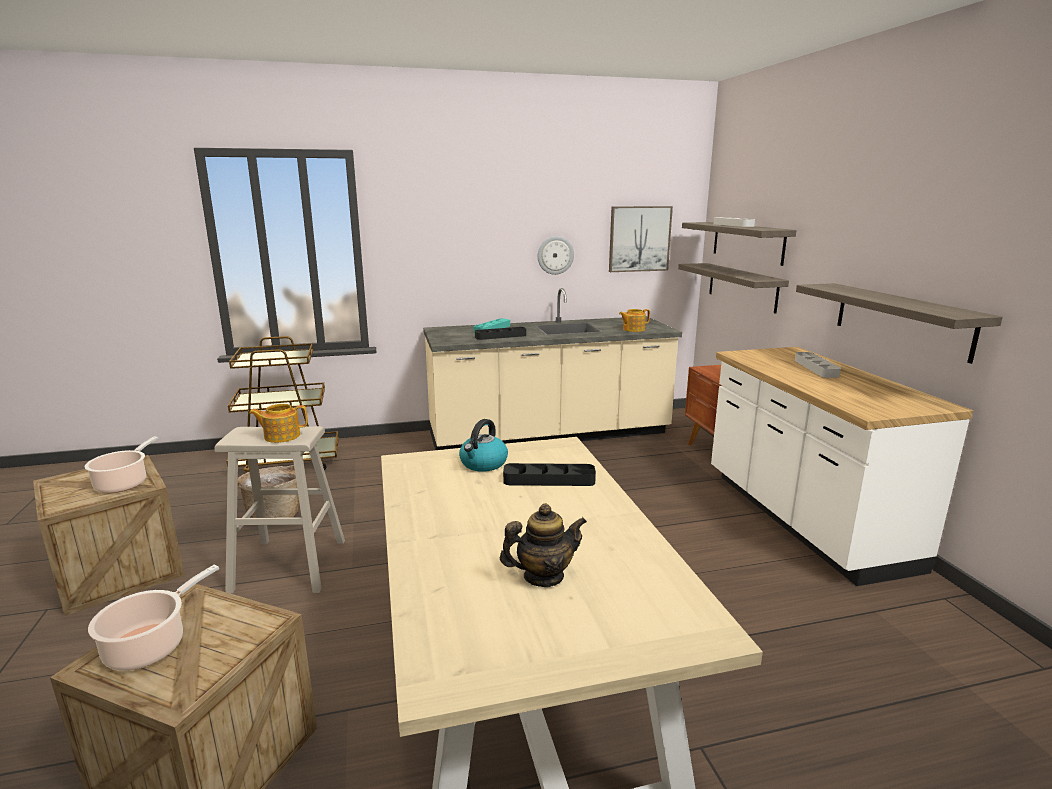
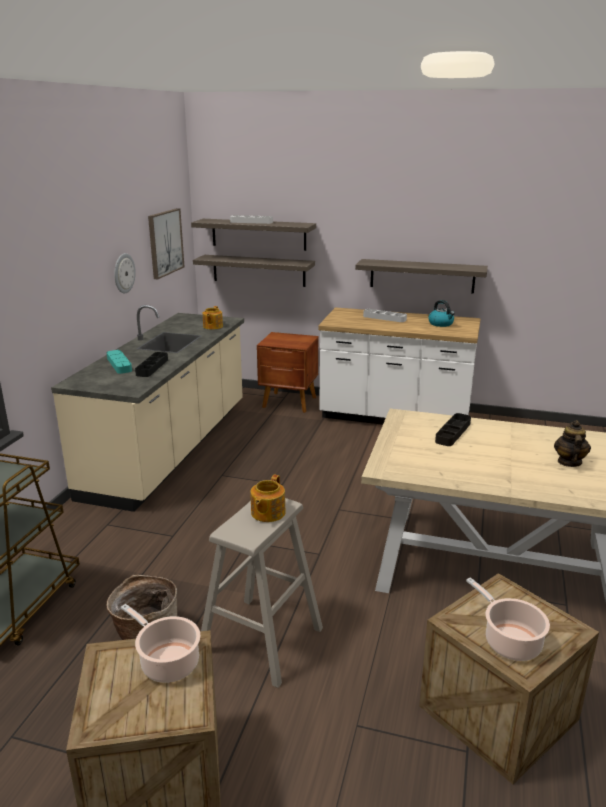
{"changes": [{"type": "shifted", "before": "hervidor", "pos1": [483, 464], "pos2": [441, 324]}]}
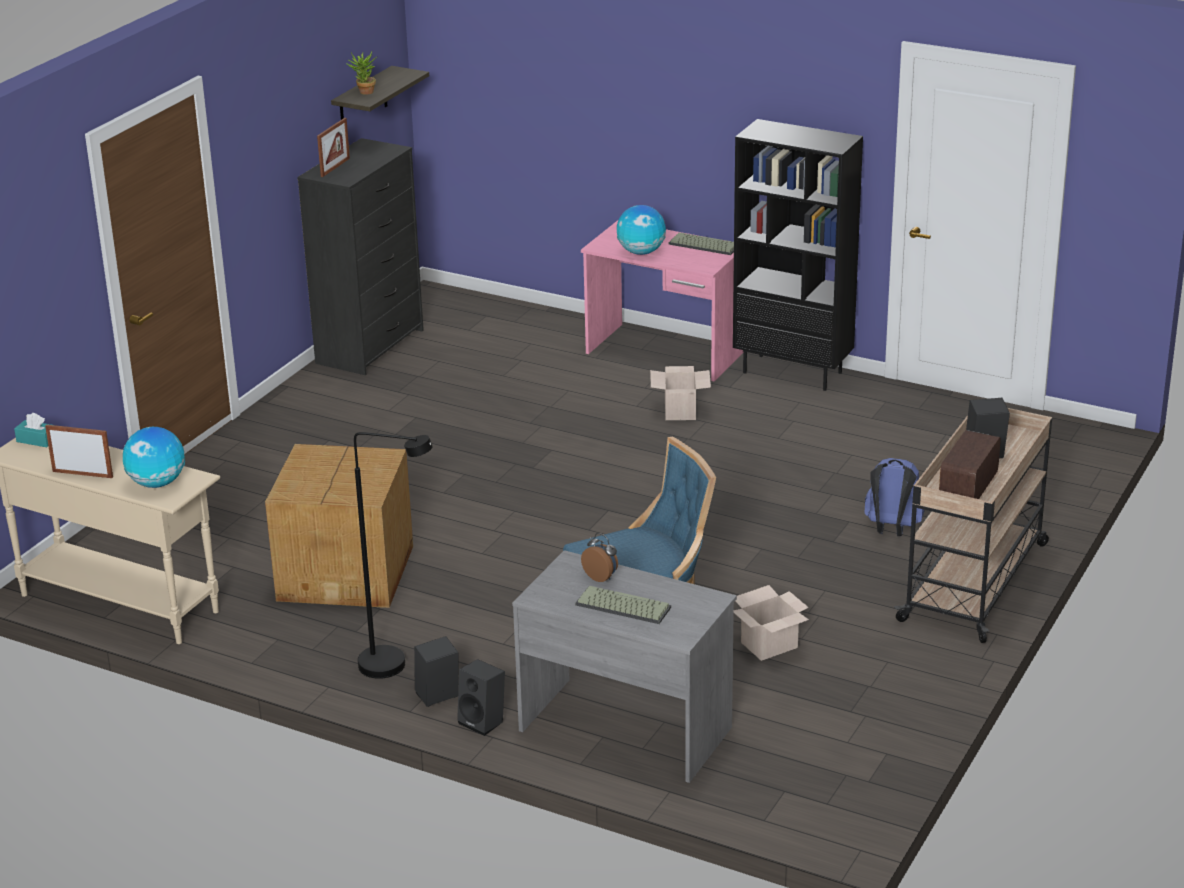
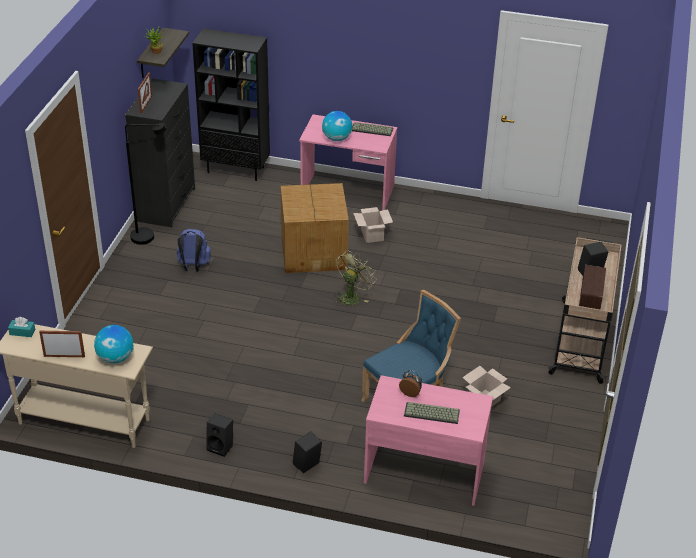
{"changes": [{"type": "shifted", "before": "caja de cartón", "pos1": [348, 572], "pos2": [314, 251]}, {"type": "shifted", "before": "lámpara de pie (negro)", "pos1": [395, 665], "pos2": [149, 237]}, {"type": "shifted", "before": "altavoz (negro)", "pos1": [484, 721], "pos2": [221, 447]}, {"type": "repainted", "before": "escritorio (gris)", "after": "escritorio (rosa)", "pos1": [625, 727], "pos2": [424, 471]}, {"type": "shifted", "before": "estantería (negro)", "pos1": [793, 372], "pos2": [236, 169]}, {"type": "shifted", "before": "mochila (azul)", "pos1": [892, 529], "pos2": [193, 266]}, {"type": "new", "after": "ventilador (verde)", "pos2": [352, 296]}]}
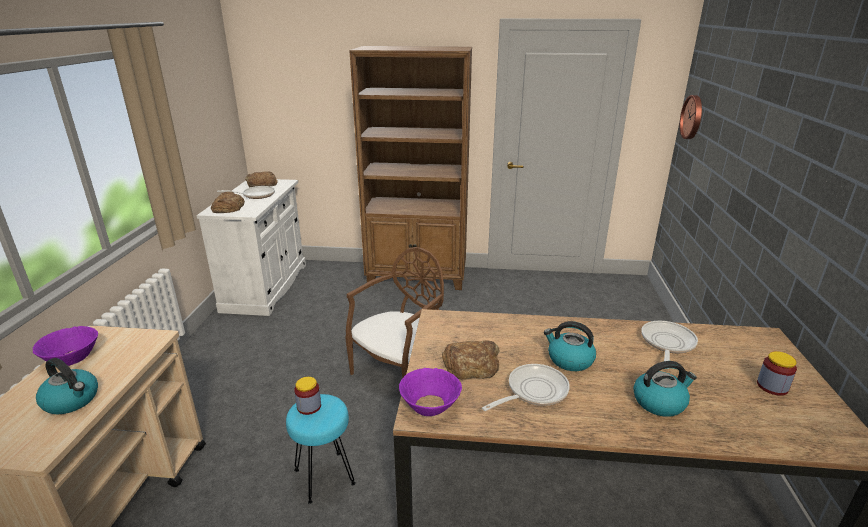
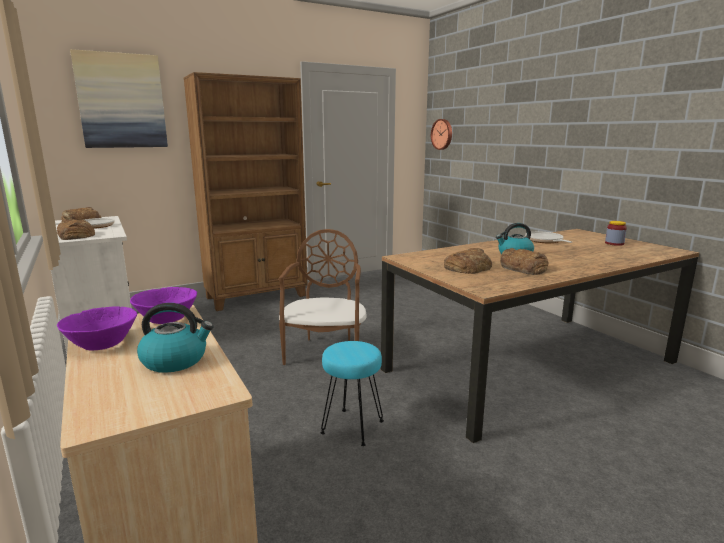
{"changes": [{"type": "gone", "before": "tarro", "pos1": [309, 406]}, {"type": "shifted", "before": "cuenco (morado)", "pos1": [430, 405], "pos2": [167, 318]}, {"type": "swapped", "before": "sartén", "after": "pan", "pos1": [533, 391], "pos2": [523, 268]}, {"type": "gone", "before": "hervidor", "pos1": [659, 402]}, {"type": "new", "after": "cuadro", "pos2": [121, 101]}]}
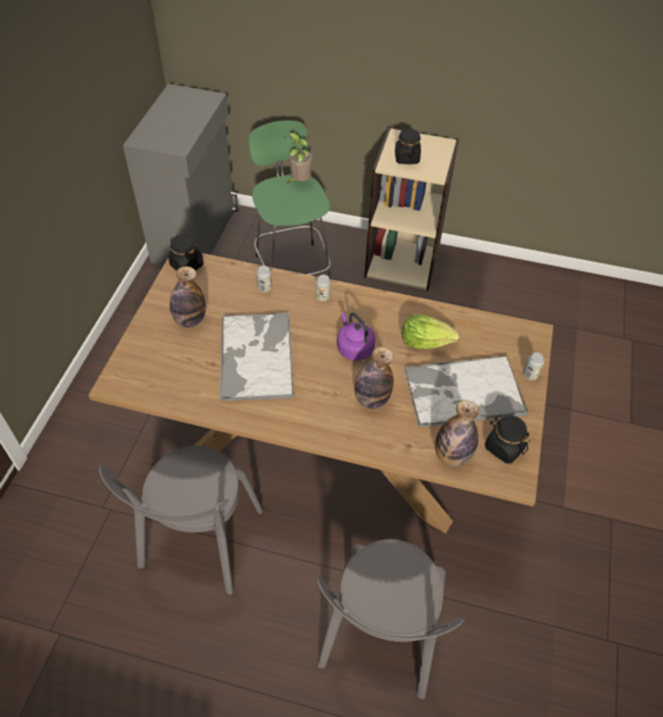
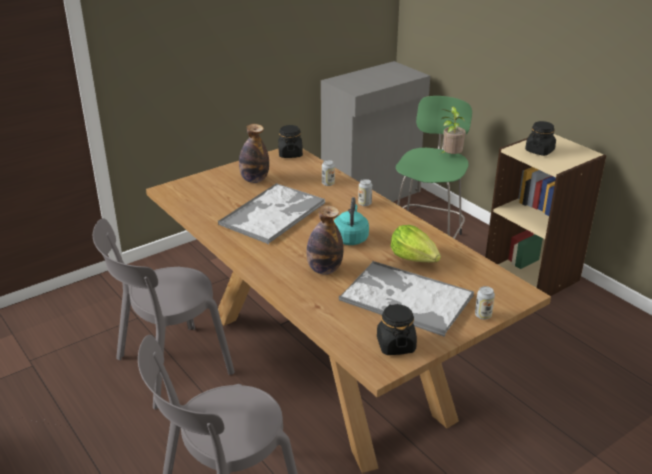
{"changes": [{"type": "repainted", "before": "hervidor (morado)", "after": "hervidor (turquesa)", "pos1": [354, 348], "pos2": [350, 238]}, {"type": "gone", "before": "botella", "pos1": [452, 456]}]}
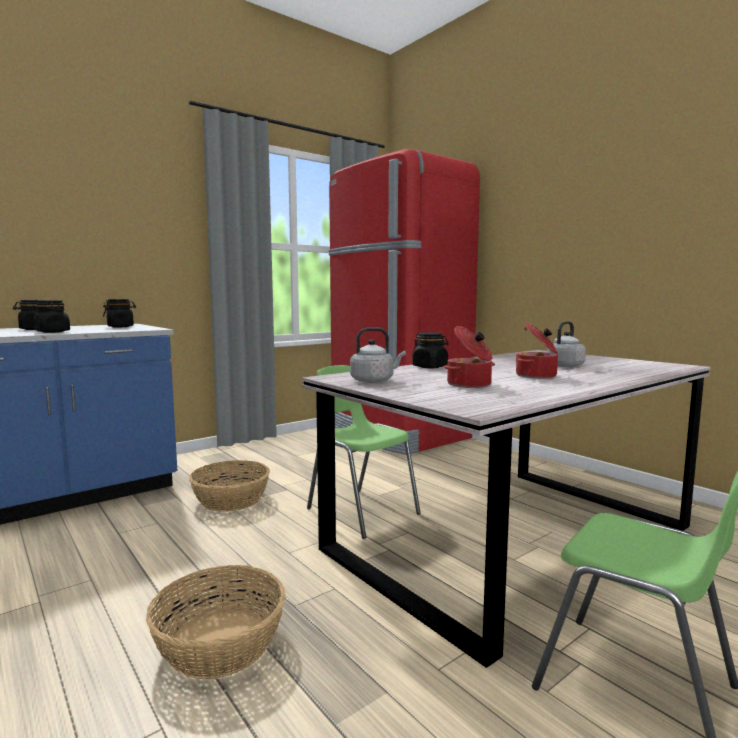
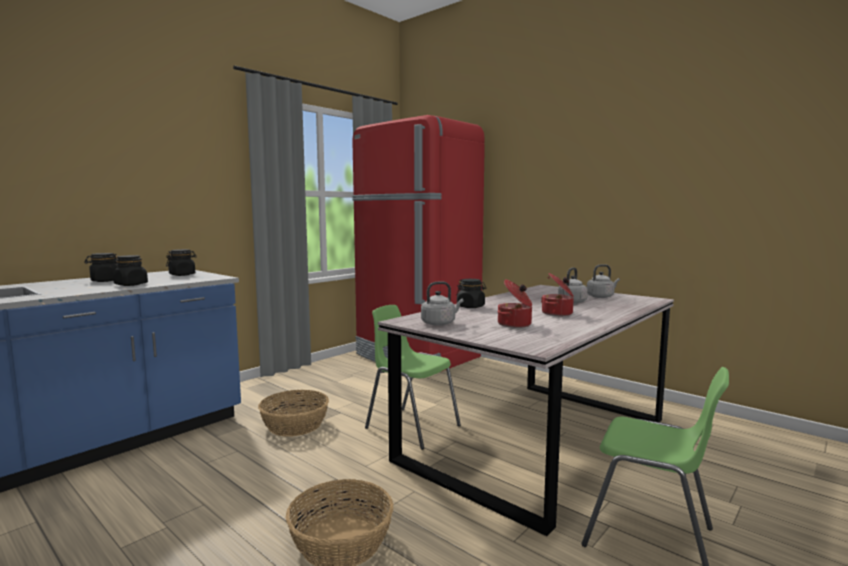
{"changes": [{"type": "new", "after": "hervidor (gris)", "pos2": [601, 296]}]}
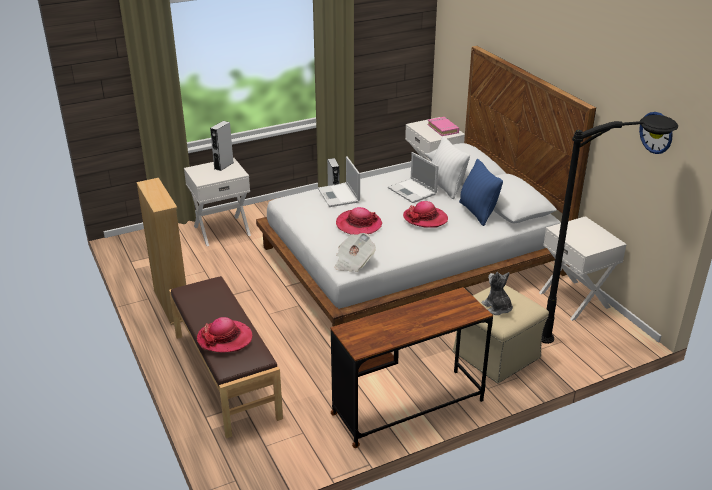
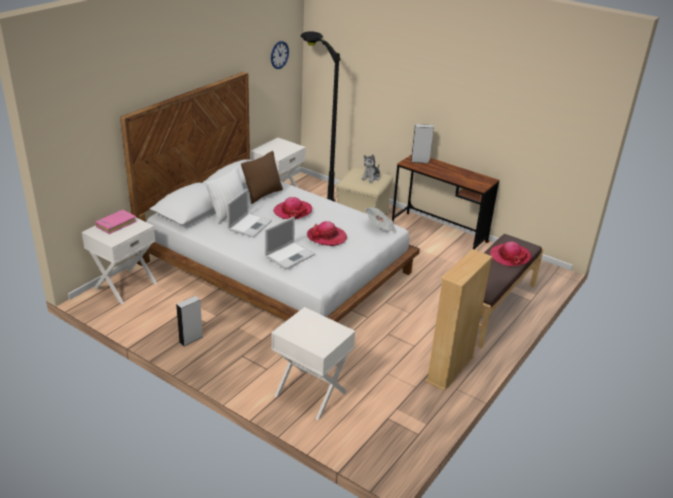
{"changes": [{"type": "shifted", "before": "altavoz (gris)", "pos1": [223, 165], "pos2": [420, 161]}, {"type": "repainted", "before": "cojín (azul)", "after": "cojín (marrón)", "pos1": [477, 212], "pos2": [263, 194]}]}
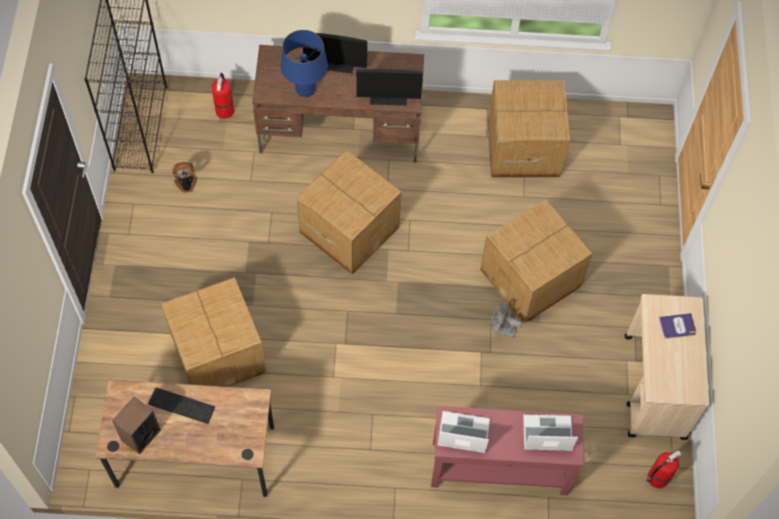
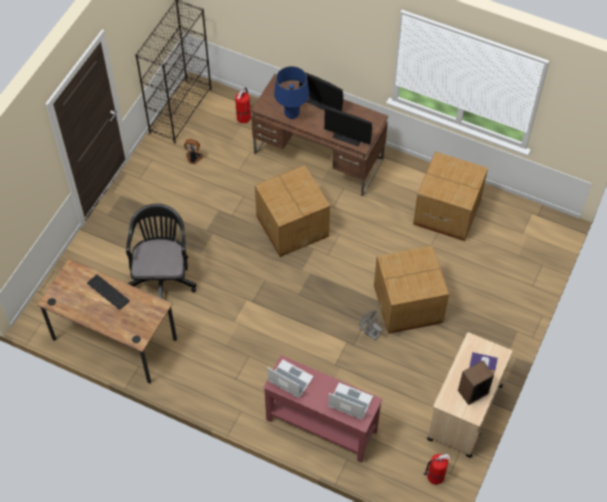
{"changes": [{"type": "shifted", "before": "altavoz", "pos1": [140, 435], "pos2": [472, 392]}, {"type": "swapped", "before": "caja de cartón", "after": "silla de oficina (negro)", "pos1": [219, 352], "pos2": [163, 276]}]}
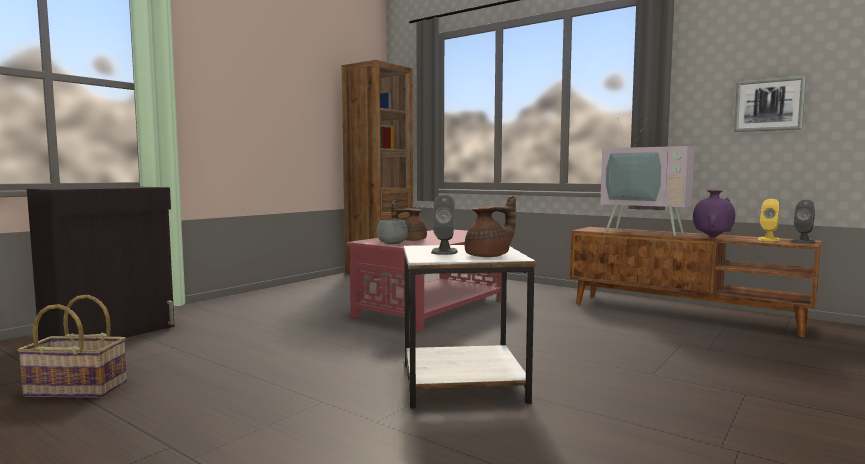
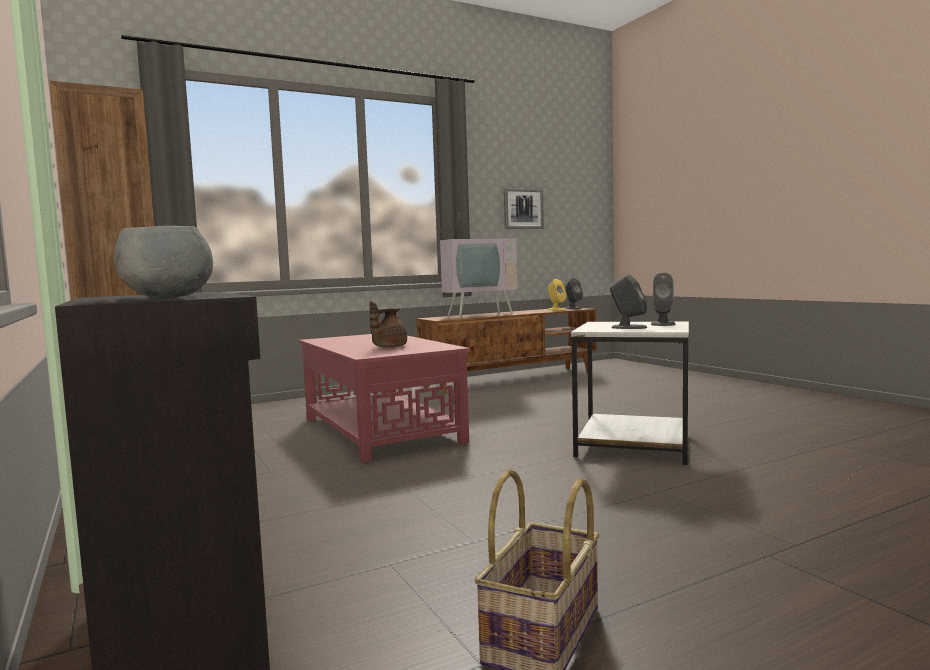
{"changes": [{"type": "shifted", "before": "cuenco (gris)", "pos1": [392, 243], "pos2": [168, 297]}, {"type": "swapped", "before": "tetera (marrón)", "after": "altavoz (gris)", "pos1": [489, 256], "pos2": [663, 324]}, {"type": "gone", "before": "florero (morado)", "pos1": [712, 237]}]}
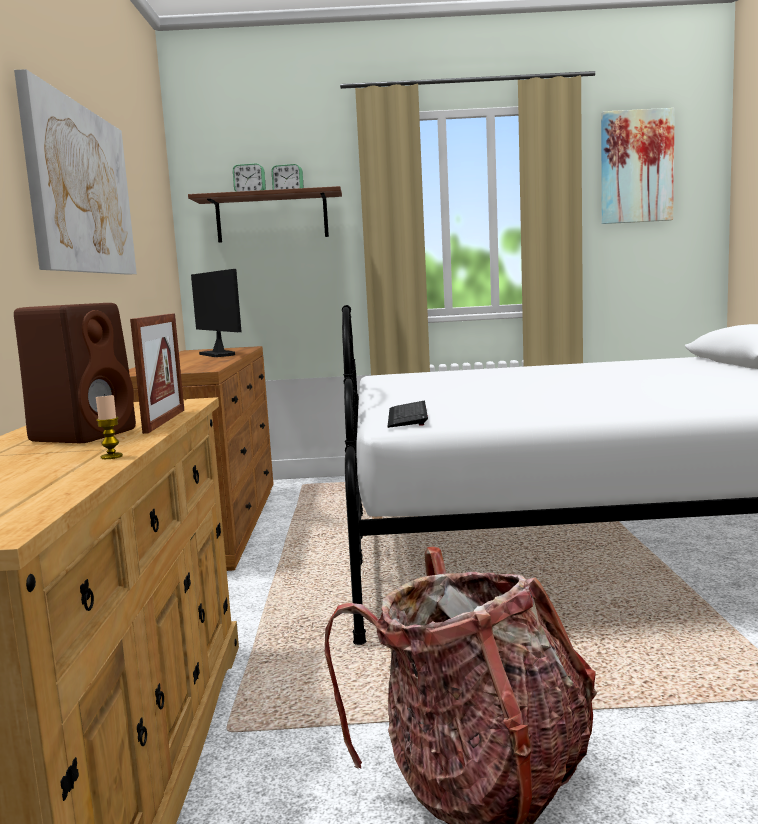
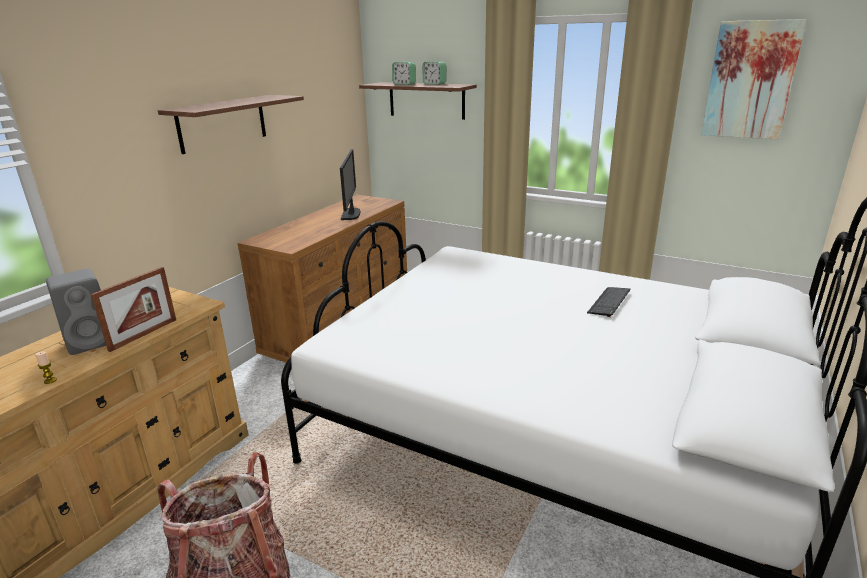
{"changes": [{"type": "swapped", "before": "cuadro", "after": "estante", "pos1": [81, 190], "pos2": [222, 123]}, {"type": "repainted", "before": "altavoz (marrón)", "after": "altavoz (gris)", "pos1": [85, 435], "pos2": [93, 341]}, {"type": "shifted", "before": "teclado", "pos1": [407, 417], "pos2": [609, 302]}]}
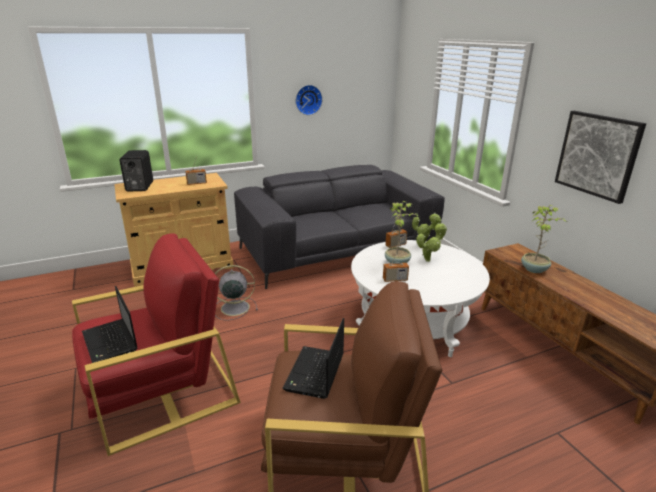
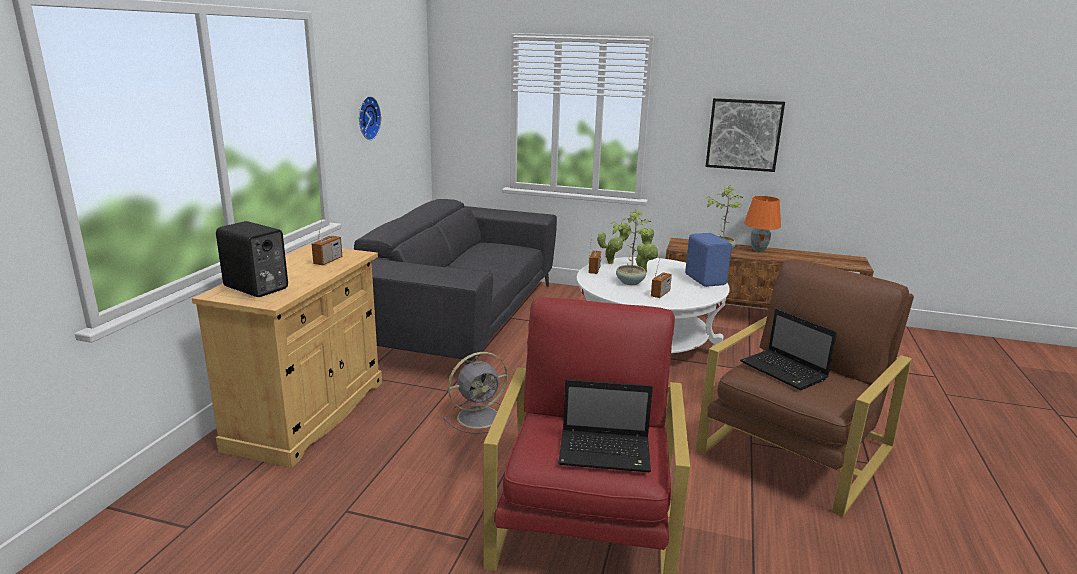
{"changes": [{"type": "rotated", "before": "ventilador (gris)", "pos1": [233, 308], "pos2": [480, 416], "turn": -150}, {"type": "new", "after": "altavoz (azul)", "pos2": [706, 279]}, {"type": "new", "after": "lámpara de mesa (naranja)", "pos2": [758, 249]}]}
